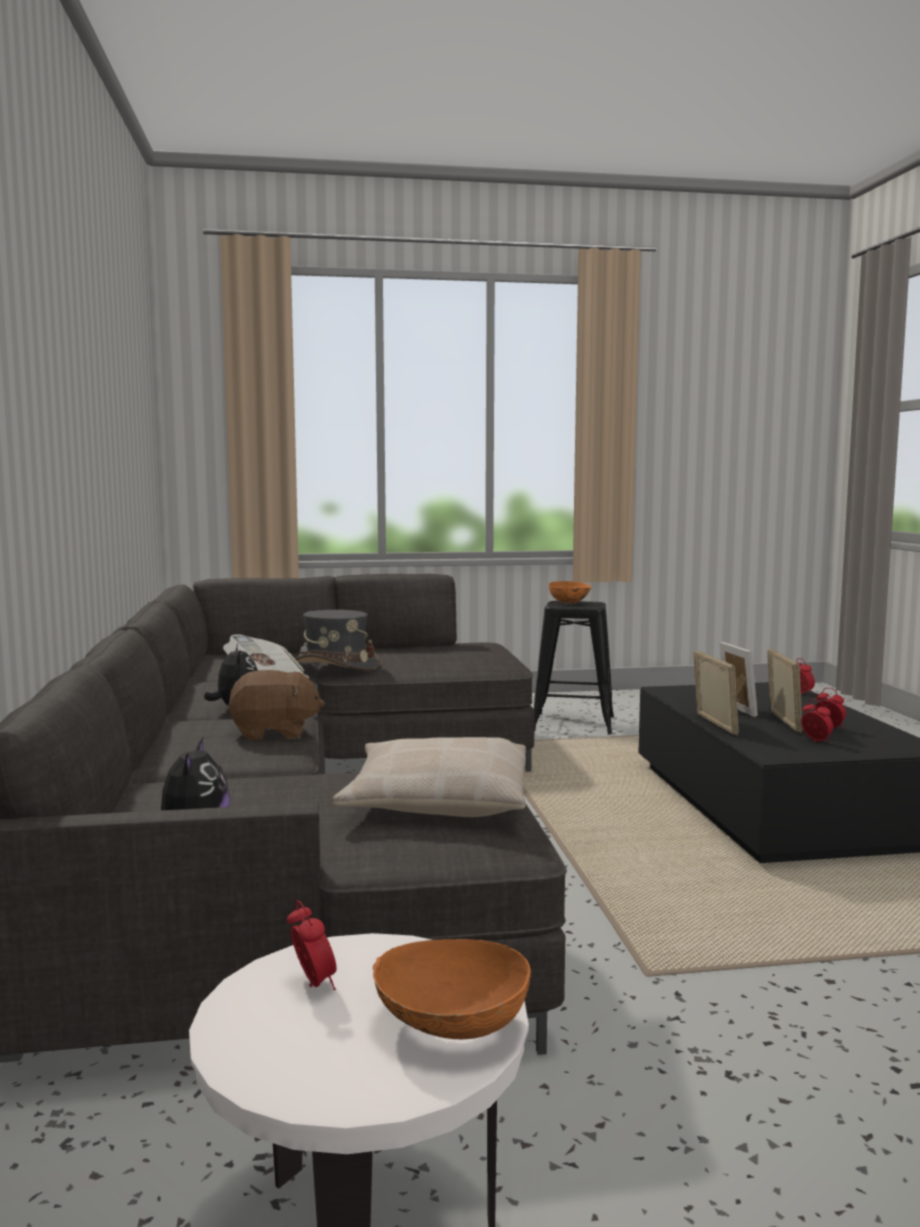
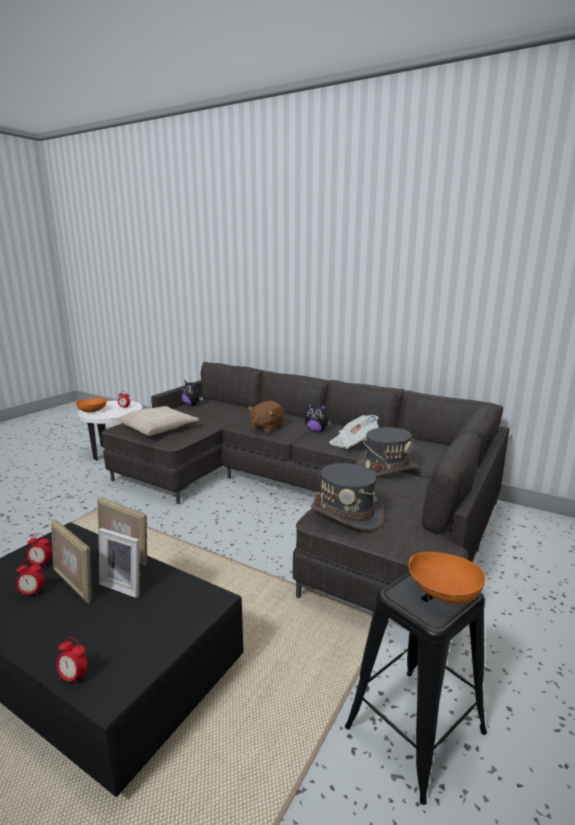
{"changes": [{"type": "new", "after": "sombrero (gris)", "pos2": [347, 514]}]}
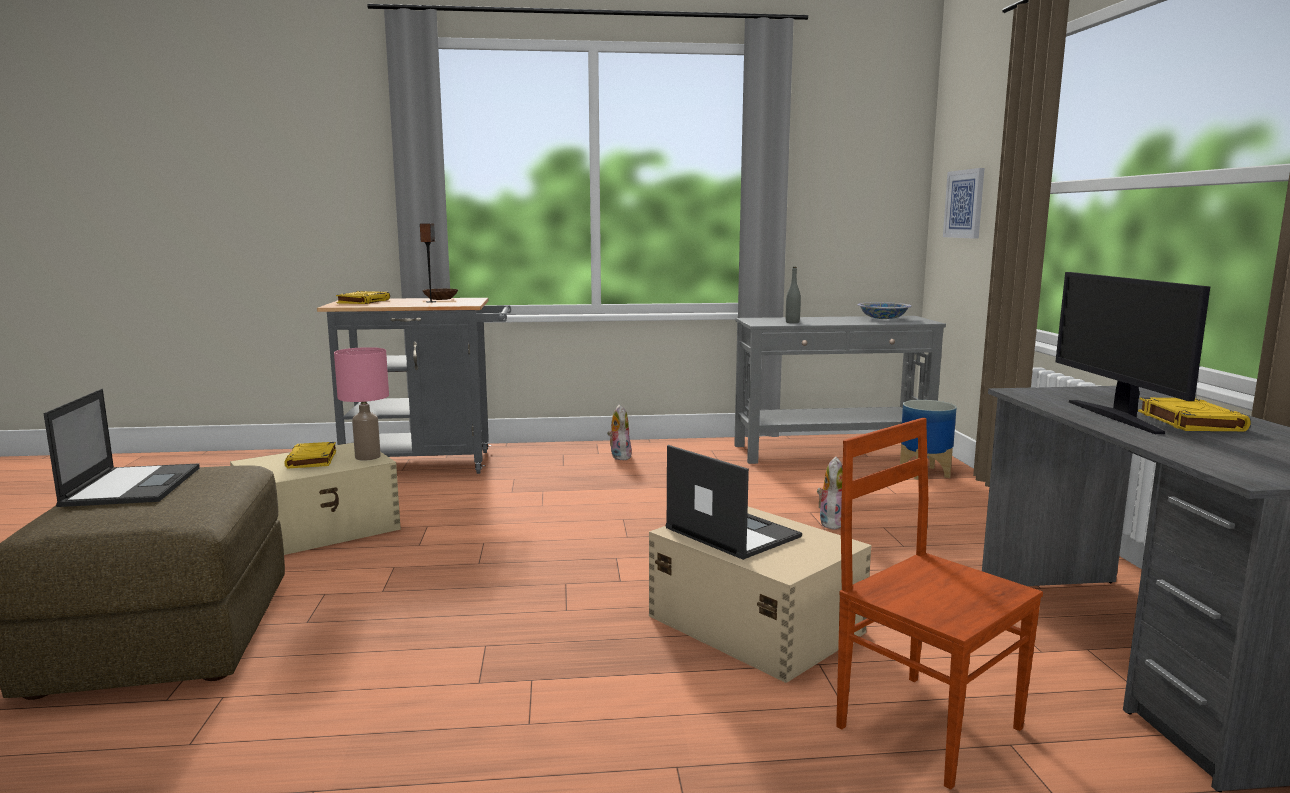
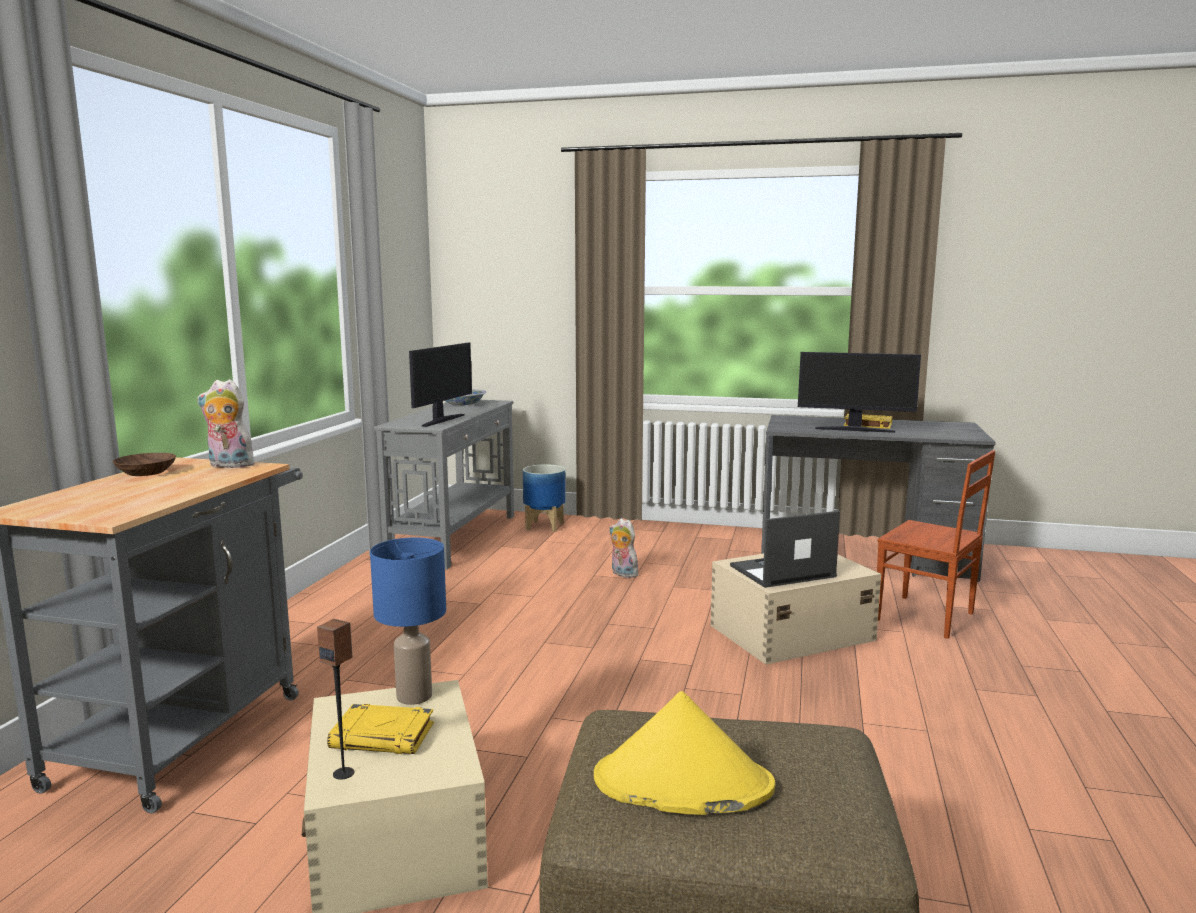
{"changes": [{"type": "swapped", "before": "portátil", "after": "sombrero (amarillo)", "pos1": [133, 485], "pos2": [682, 783]}, {"type": "repainted", "before": "lámpara de mesa (rosa)", "after": "lámpara de mesa (azul)", "pos1": [367, 457], "pos2": [414, 697]}, {"type": "gone", "before": "libro (amarillo)", "pos1": [363, 301]}, {"type": "shifted", "before": "altavoz", "pos1": [431, 302], "pos2": [344, 773]}, {"type": "shifted", "before": "peluche", "pos1": [619, 456], "pos2": [228, 465]}, {"type": "swapped", "before": "botella (gris)", "after": "monitor", "pos1": [792, 322], "pos2": [441, 420]}, {"type": "rotated", "before": "silla (marrón)", "pos1": [927, 725], "pos2": [925, 617], "turn": -120}, {"type": "gone", "before": "cuadro", "pos1": [965, 204]}]}
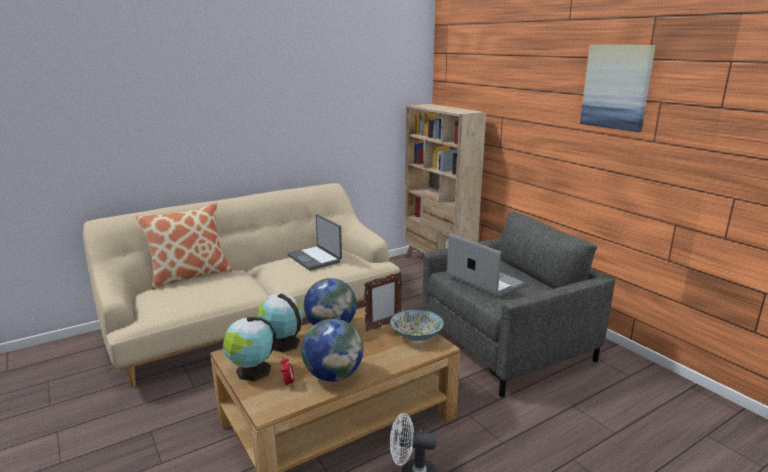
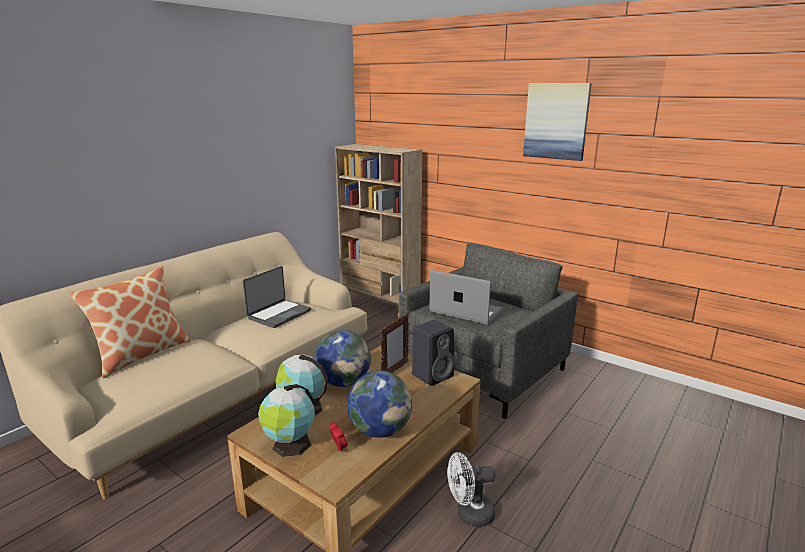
{"changes": [{"type": "rotated", "before": "portátil", "pos1": [315, 258], "pos2": [278, 314], "turn": -90}, {"type": "swapped", "before": "cuenco", "after": "altavoz (negro)", "pos1": [416, 336], "pos2": [433, 375]}]}
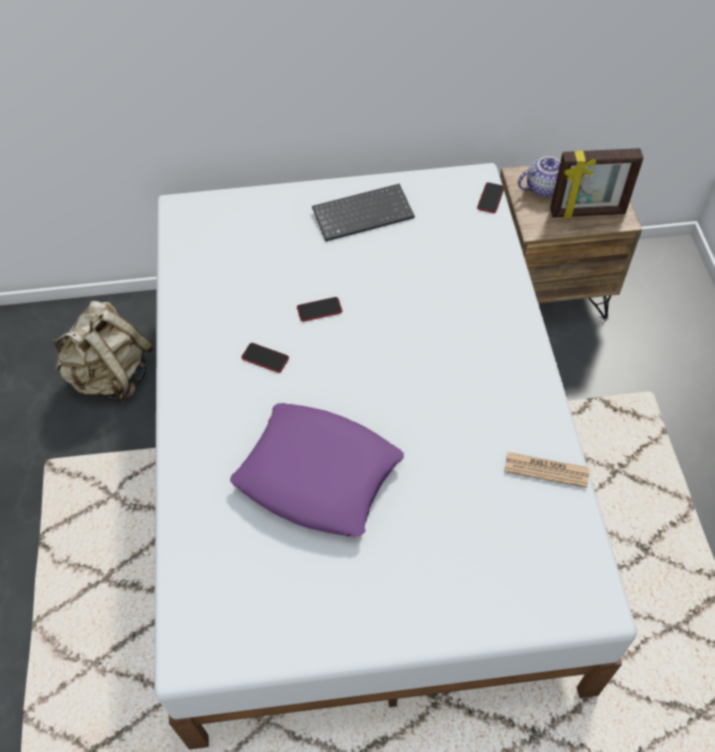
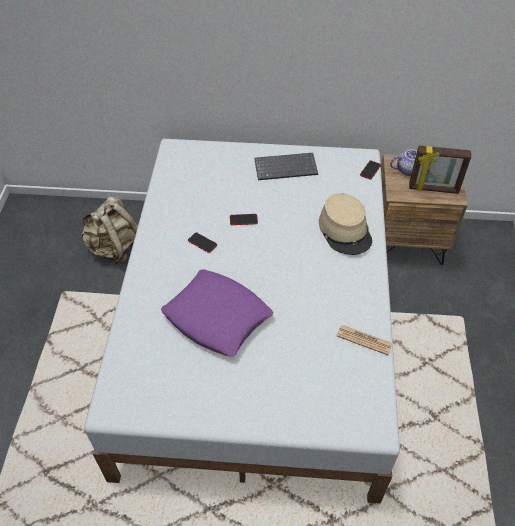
{"changes": [{"type": "new", "after": "sombrero (beis)", "pos2": [345, 230]}]}
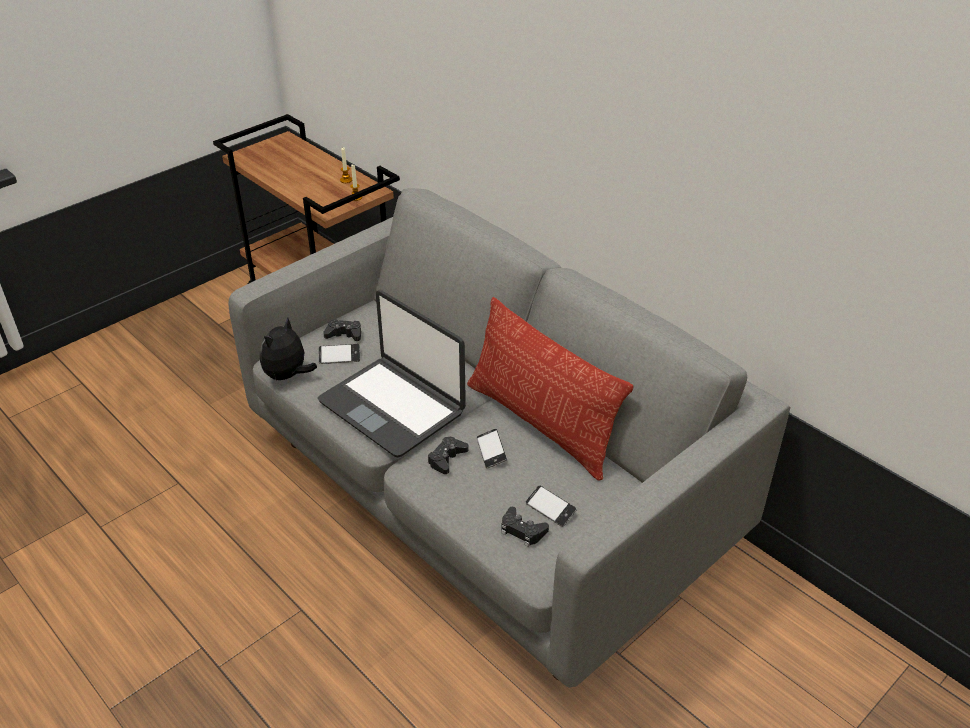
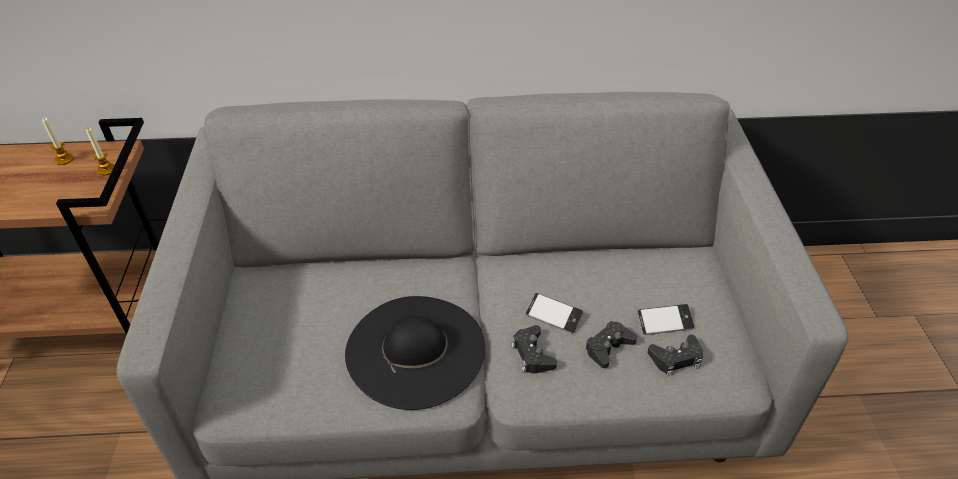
{"changes": [{"type": "gone", "before": "peluche", "pos1": [287, 376]}, {"type": "swapped", "before": "portátil", "after": "sombrero (negro)", "pos1": [393, 406], "pos2": [415, 350]}, {"type": "gone", "before": "móvil", "pos1": [339, 357]}, {"type": "shifted", "before": "mando de consola (negro)", "pos1": [344, 334], "pos2": [608, 347]}, {"type": "gone", "before": "cojín", "pos1": [541, 424]}]}
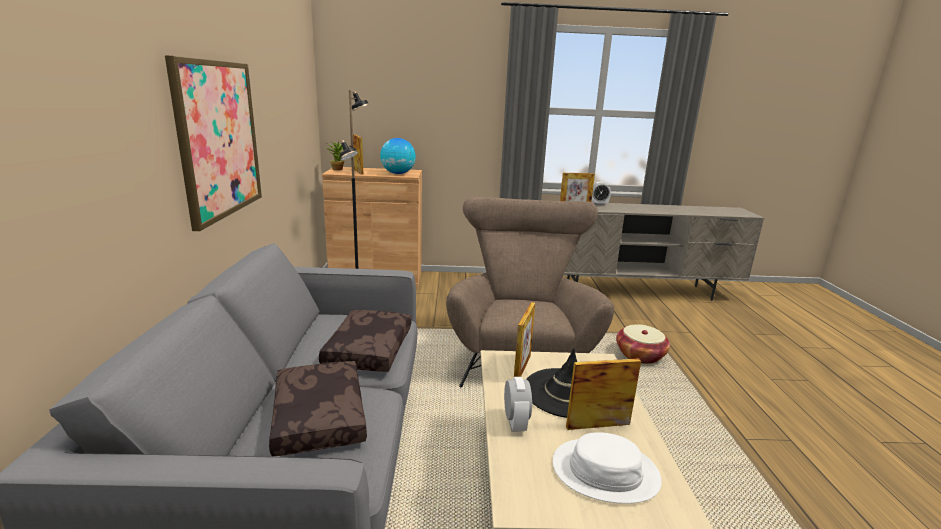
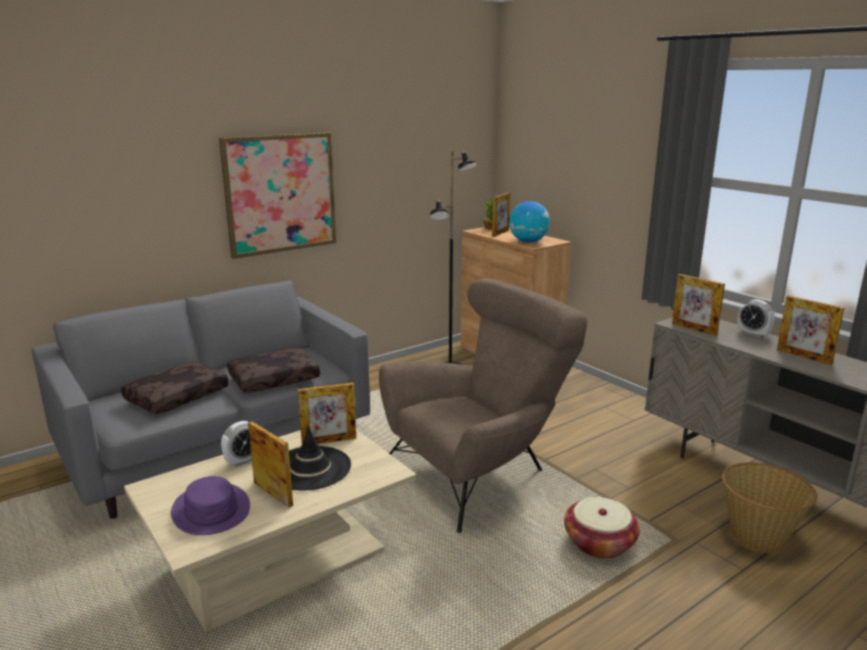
{"changes": [{"type": "repainted", "before": "sombrero (blanco)", "after": "sombrero (morado)", "pos1": [605, 471], "pos2": [211, 510]}, {"type": "new", "after": "cesta", "pos2": [758, 536]}, {"type": "new", "after": "portarretratos", "pos2": [803, 356]}]}
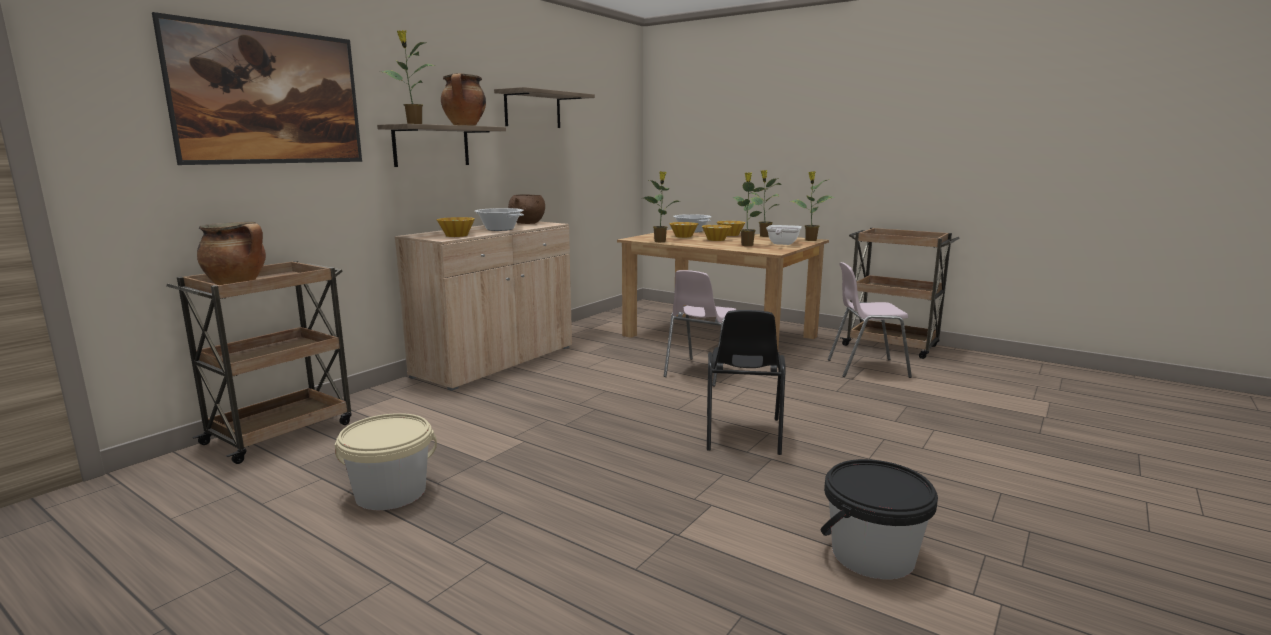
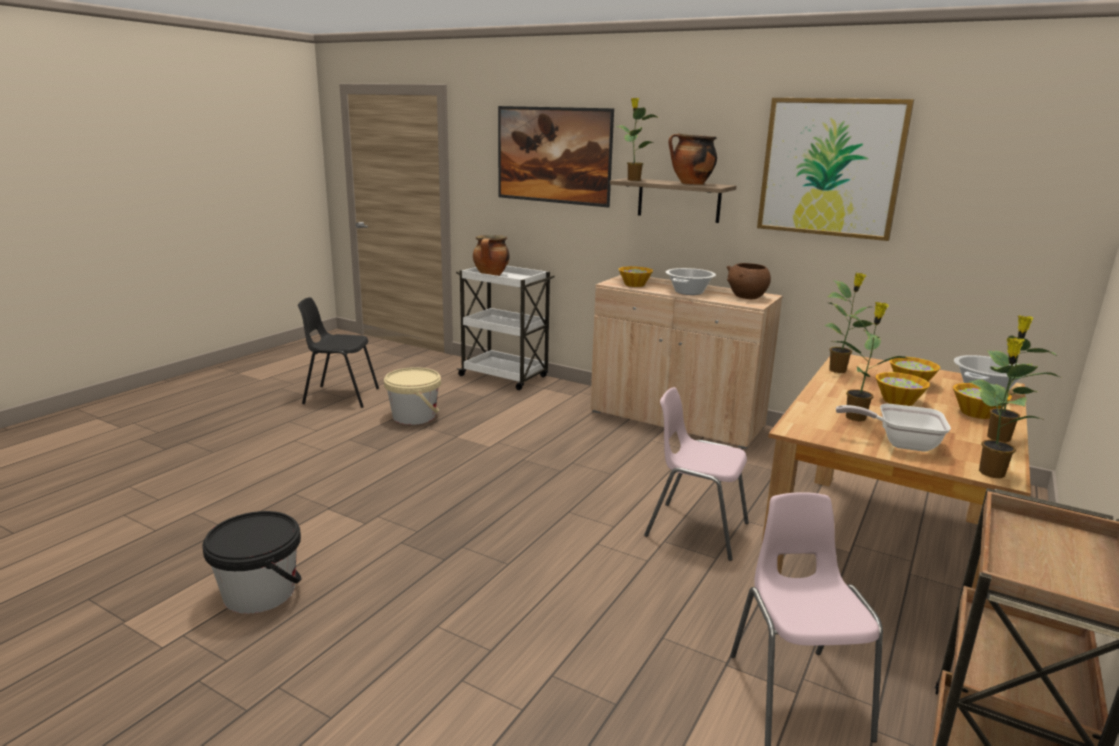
{"changes": [{"type": "repainted", "before": "carrito (marrón)", "after": "carrito (blanco)", "pos1": [282, 432], "pos2": [505, 377]}, {"type": "swapped", "before": "estante", "after": "cuadro", "pos1": [533, 110], "pos2": [830, 168]}, {"type": "shifted", "before": "silla (negro)", "pos1": [742, 435], "pos2": [340, 396]}]}
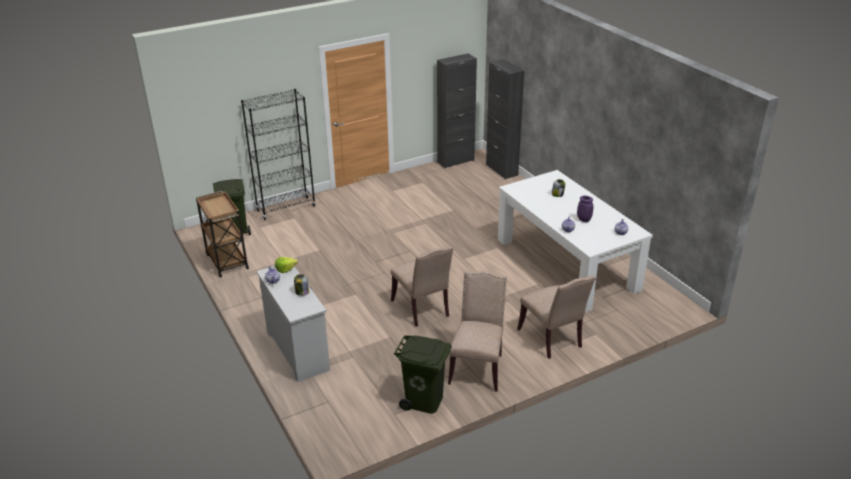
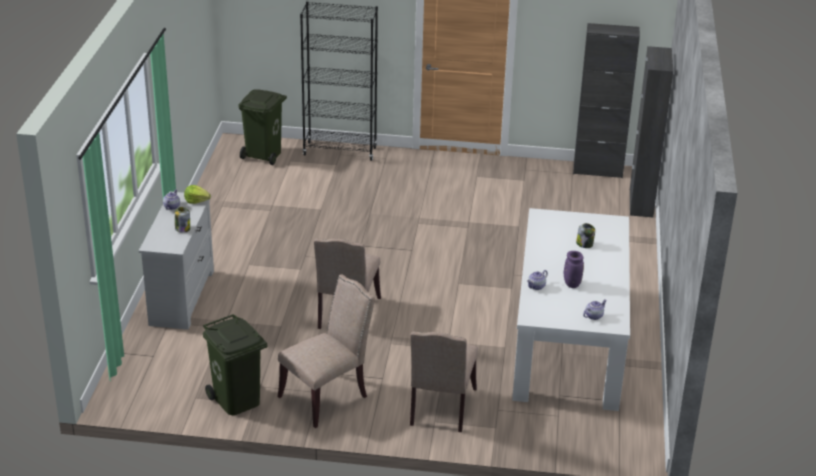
{"changes": [{"type": "gone", "before": "carrito (marrón)", "pos1": [226, 261]}]}
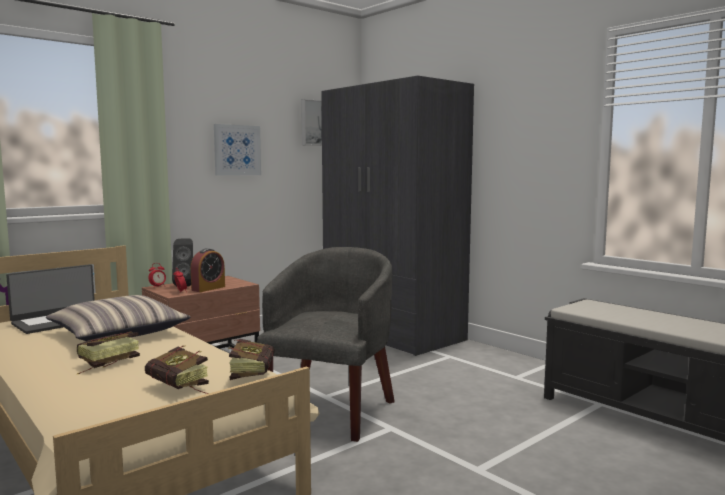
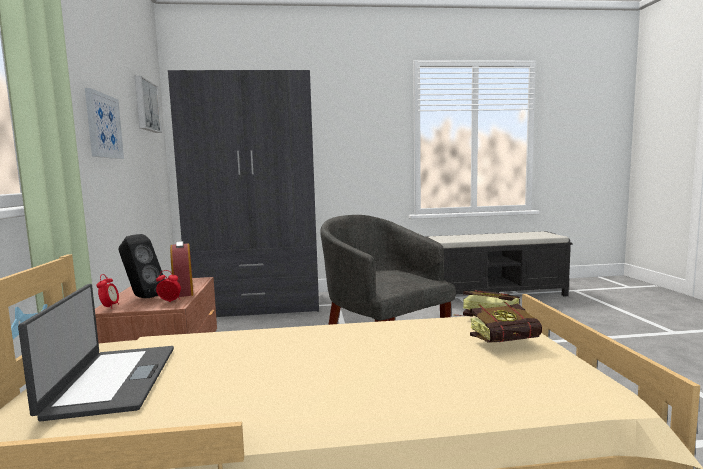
{"changes": [{"type": "gone", "before": "cojín", "pos1": [119, 333]}, {"type": "gone", "before": "libro", "pos1": [103, 364]}]}
